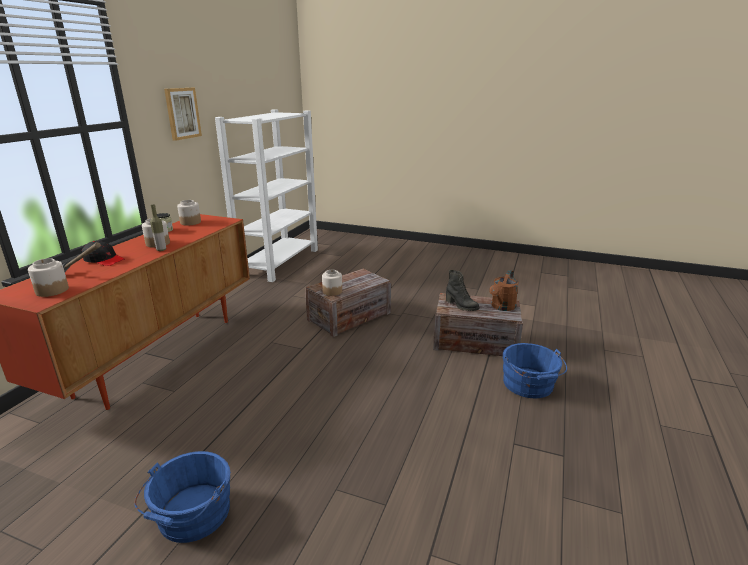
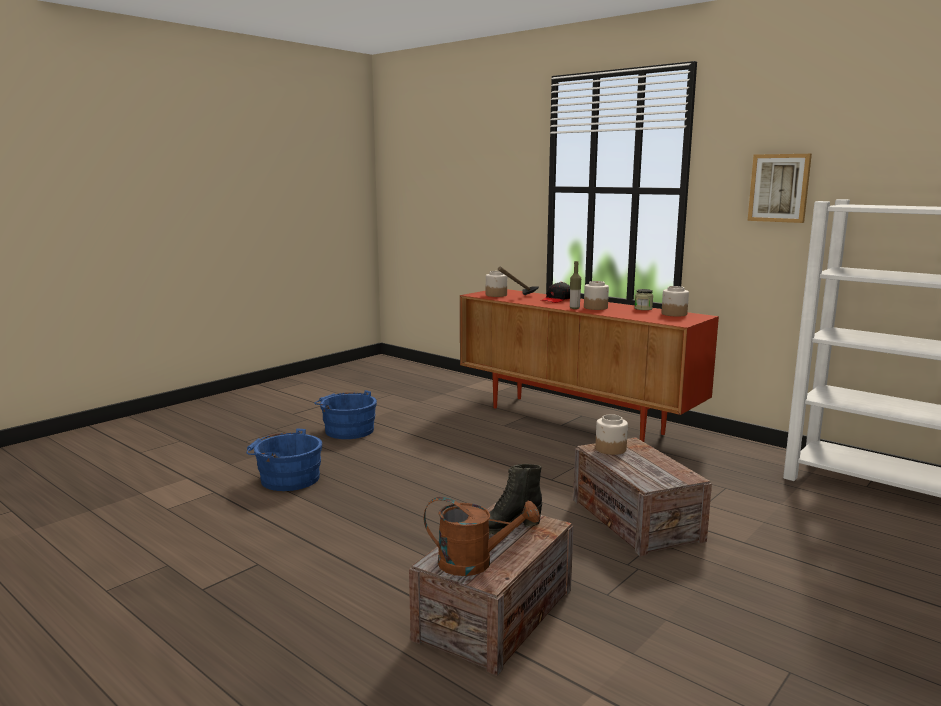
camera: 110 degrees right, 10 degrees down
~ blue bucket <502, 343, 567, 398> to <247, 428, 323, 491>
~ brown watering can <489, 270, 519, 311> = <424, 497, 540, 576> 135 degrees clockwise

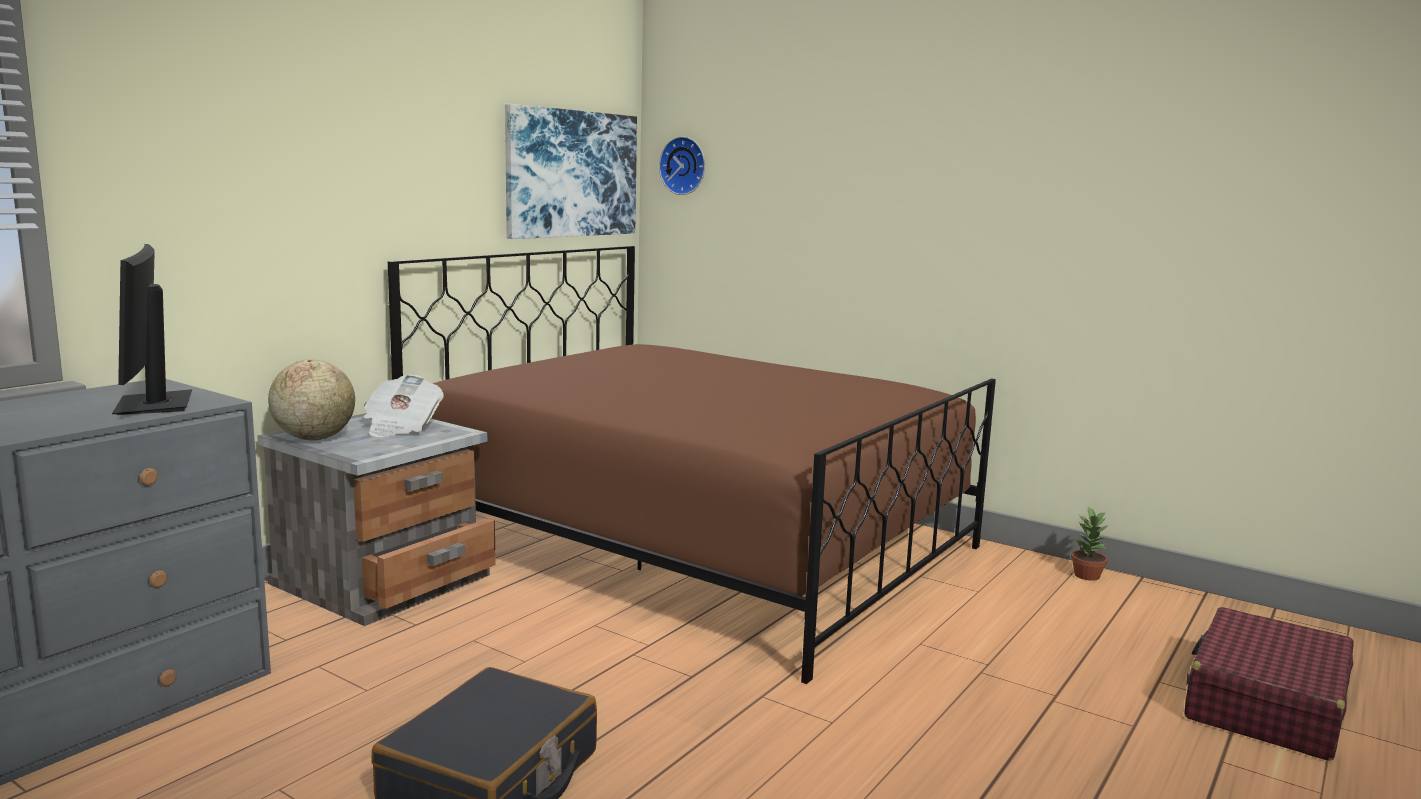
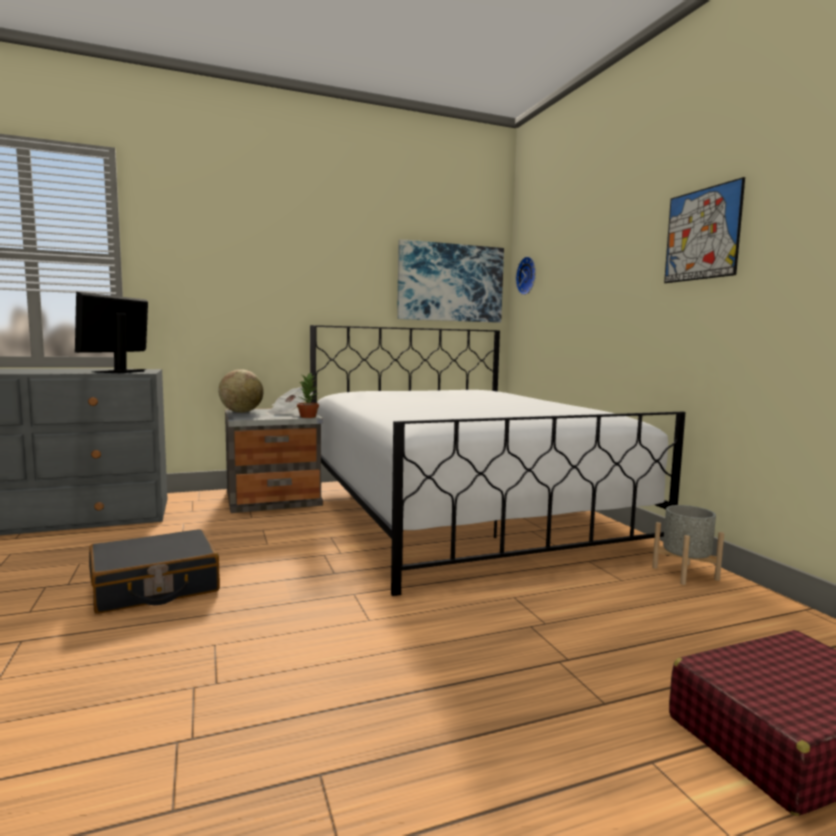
camera: 35 degrees right, 5 degrees down
~ potted plant <1071, 507, 1109, 581> to <297, 372, 319, 418>
~ brown bed <388, 246, 996, 684> to white bed <310, 325, 686, 596>
+ grey planter <652, 505, 724, 585>
+ picture <664, 177, 745, 283>

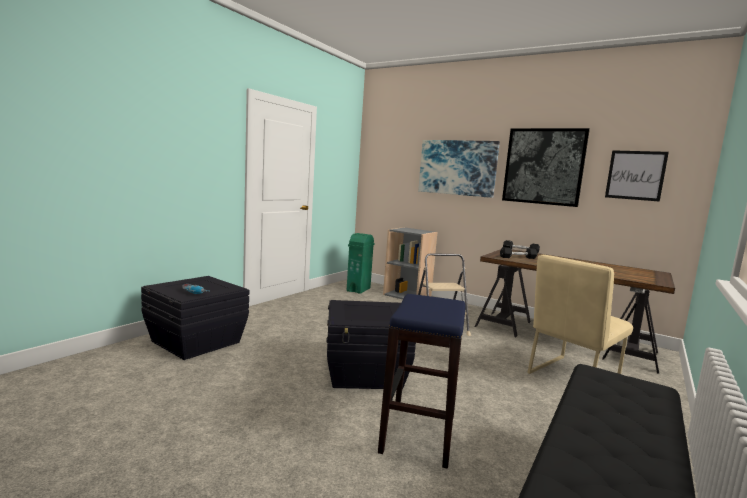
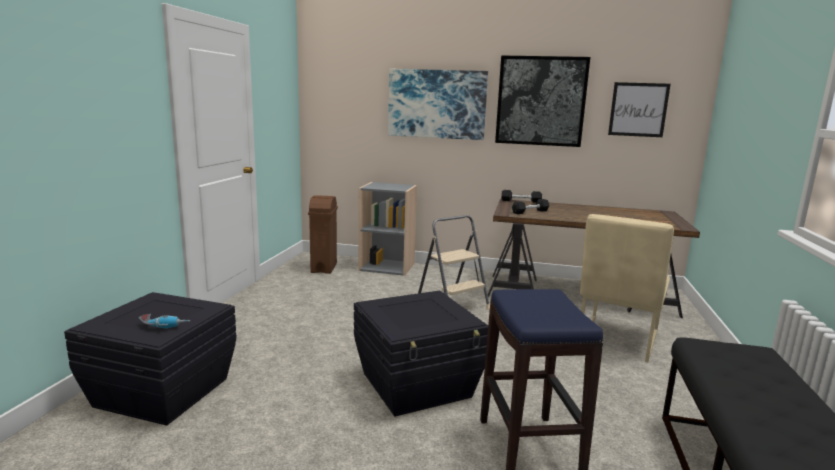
camera: 20 degrees left, 5 degrees up
~ green trash can <347, 233, 375, 294> to brown trash can <308, 195, 338, 274>

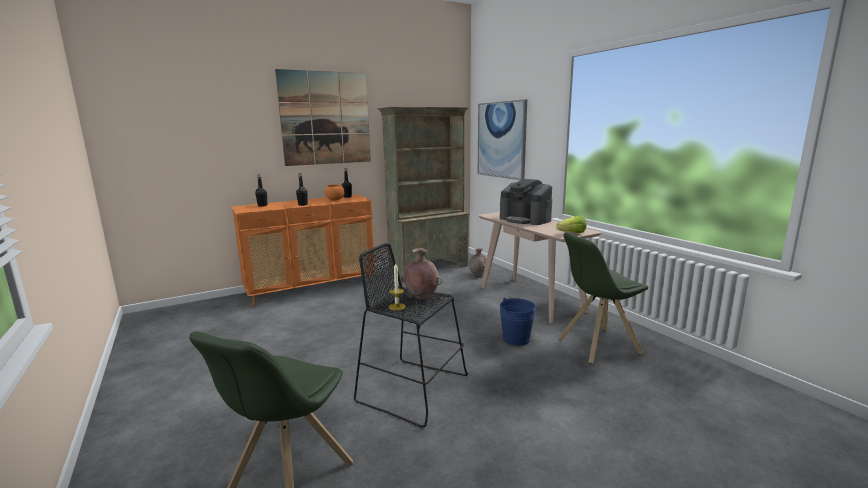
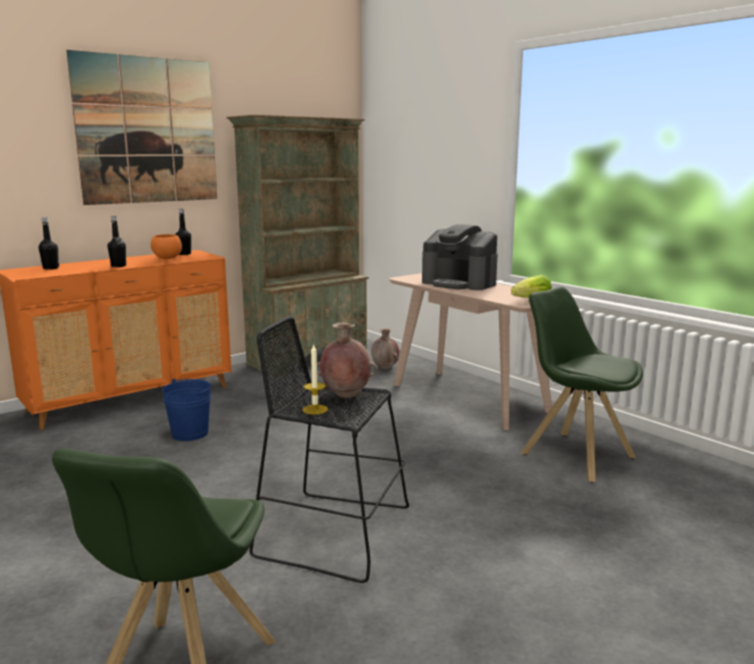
camera: 10 degrees left, 0 degrees up
~ blue bucket <500, 298, 536, 346> to <162, 379, 211, 441>
~ green chair <558, 232, 648, 364> = <521, 287, 643, 483> 75 degrees clockwise
- picture <478, 99, 527, 180>

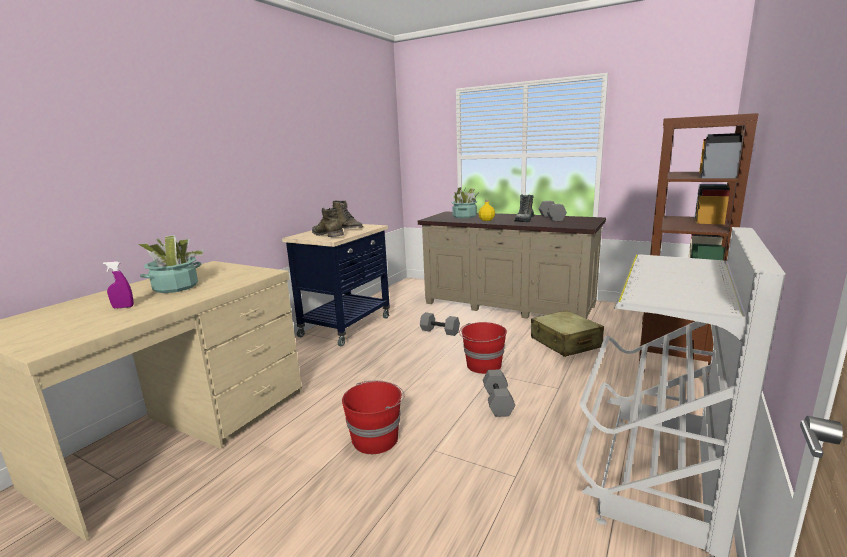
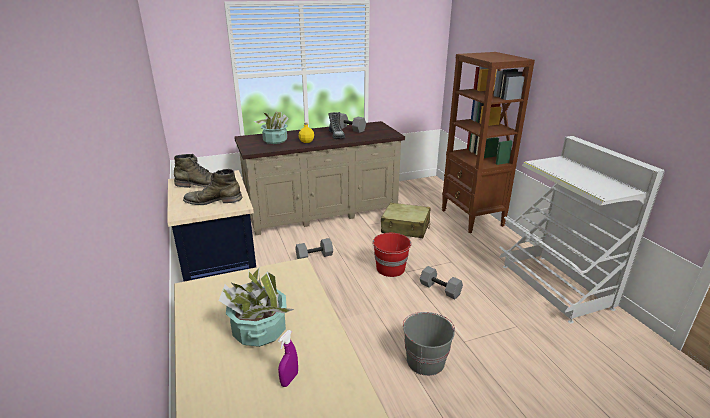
camera: 50 degrees left, 10 degrees up
~ red bucket <342, 380, 405, 454> to grey bucket <403, 312, 455, 376>

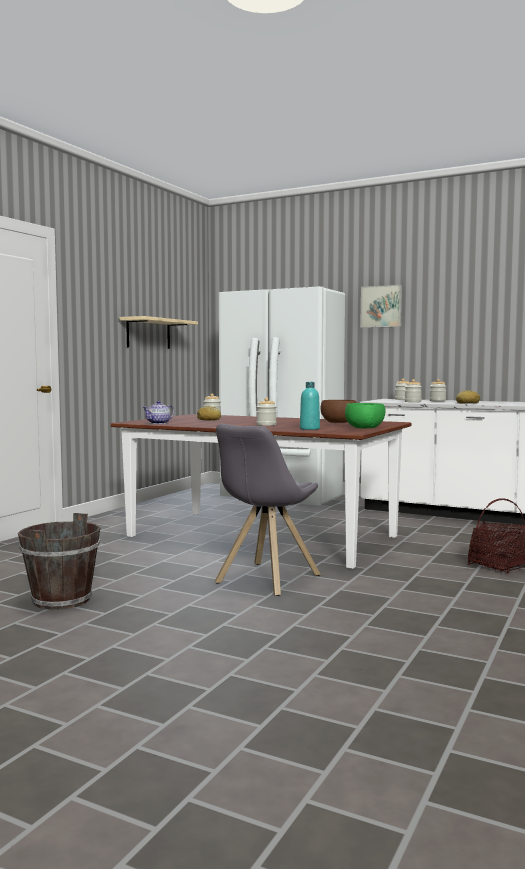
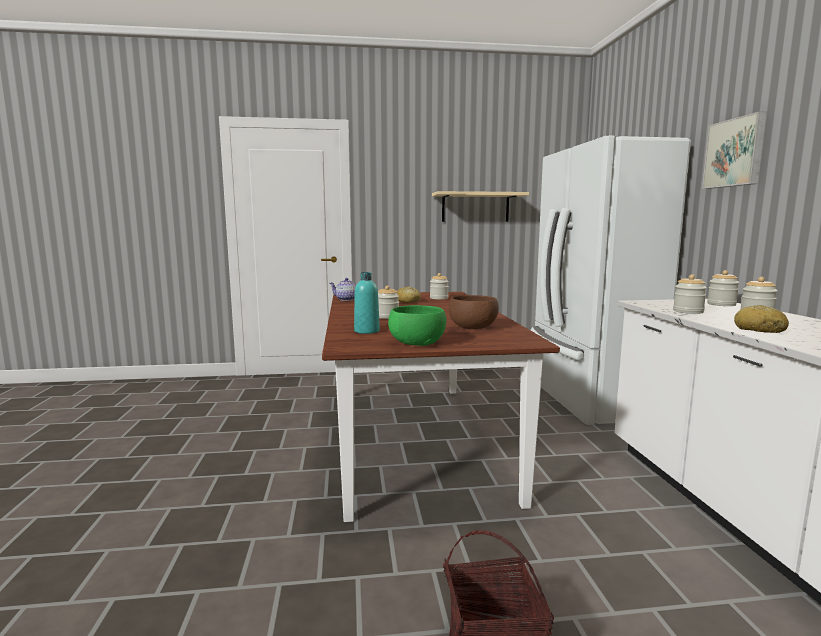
camera: 55 degrees right, 5 degrees up
- brown bucket <18, 513, 101, 610>
- grey chair <215, 424, 321, 596>

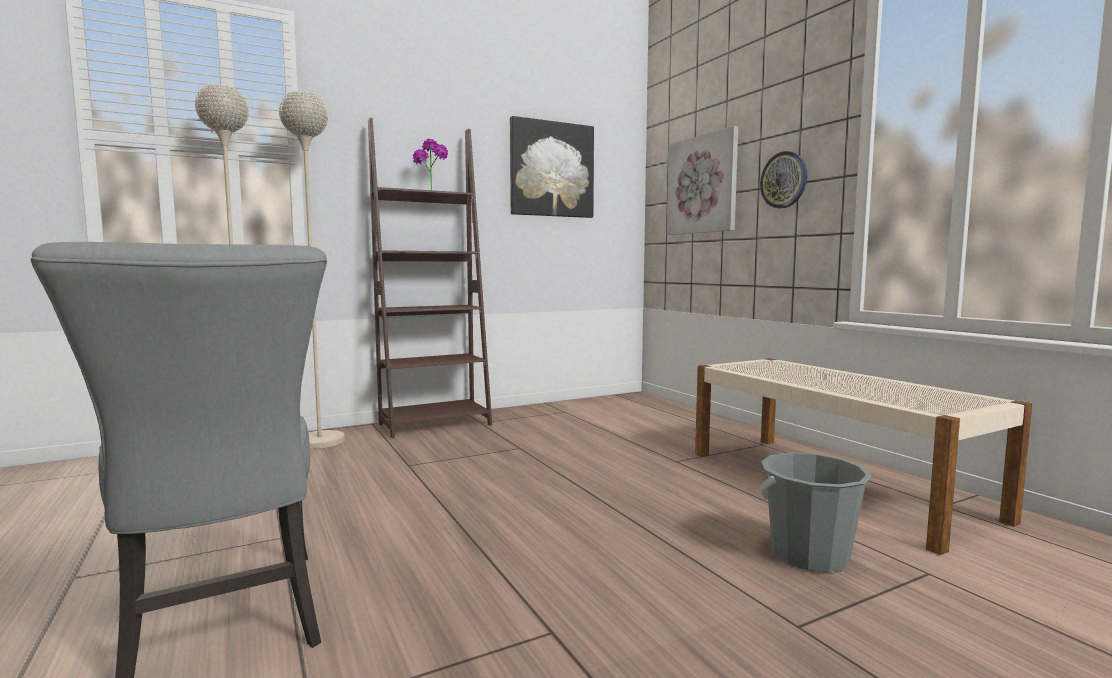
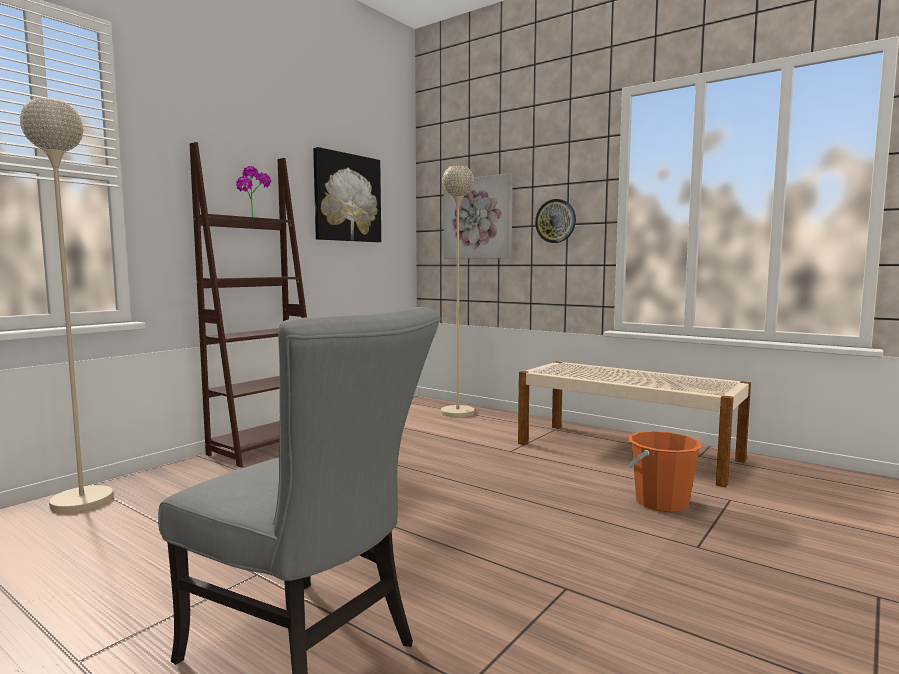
camera: 25 degrees left, 0 degrees up
~ beige floor lamp <279, 91, 345, 449> to <441, 166, 475, 417>
~ grey bucket <759, 453, 872, 572> to orange bucket <627, 431, 703, 512>

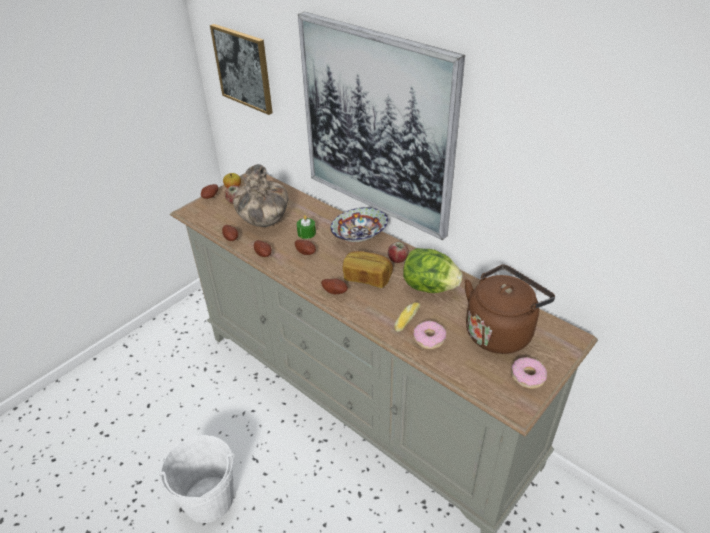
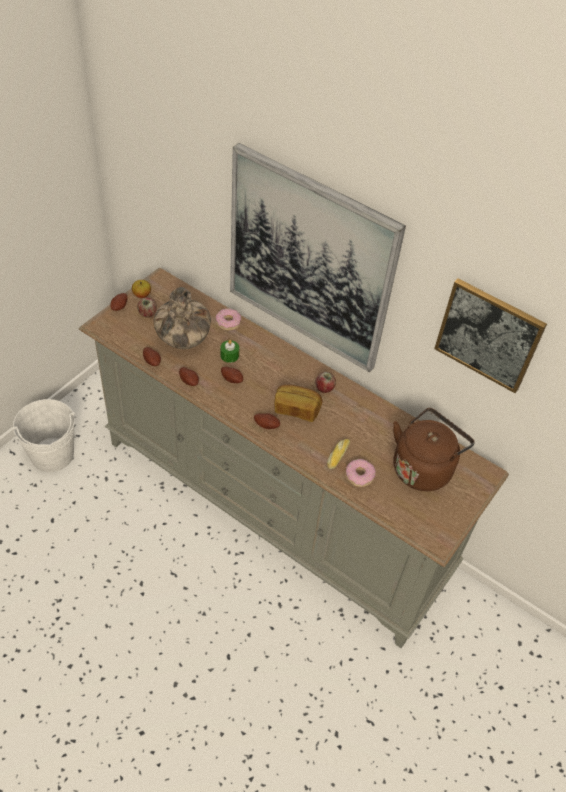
camera: 10 degrees left, 10 degrees up
~ white bucket <159, 435, 234, 523> to <12, 399, 75, 472>
~ donut <511, 357, 547, 389> to <216, 308, 241, 331>
~ picture <210, 24, 273, 115> to <434, 279, 547, 393>
- bowl <330, 207, 388, 242>
- lettuce <403, 248, 463, 293>

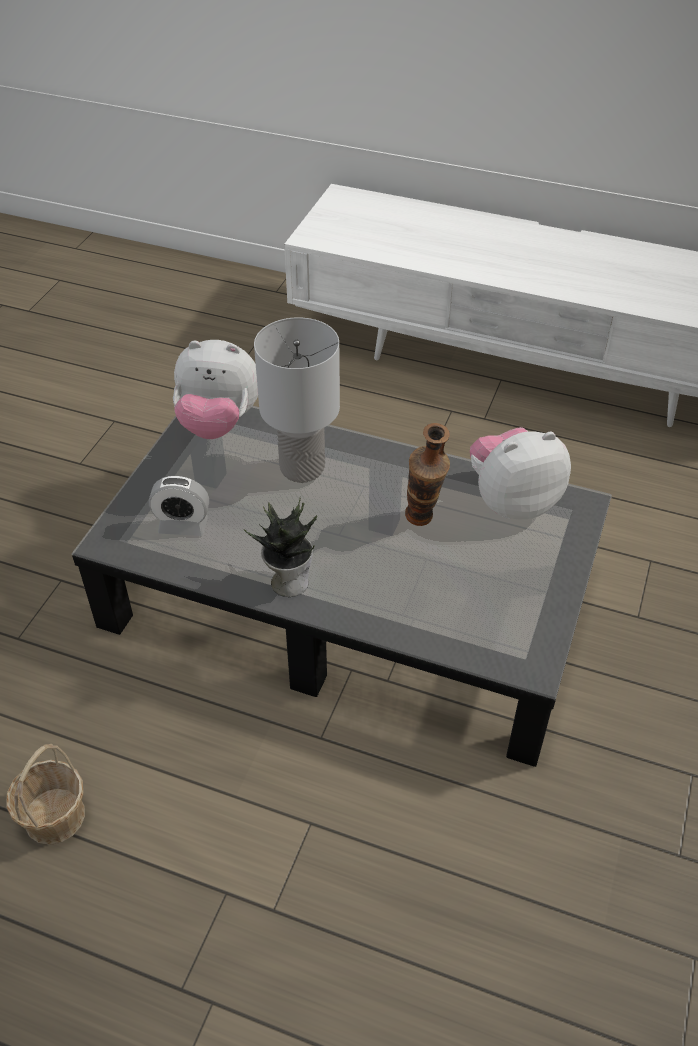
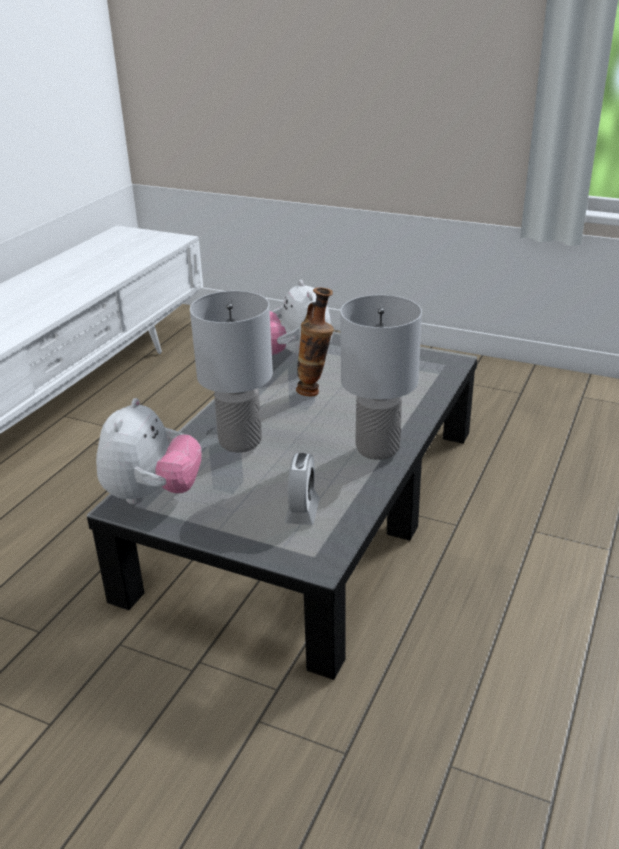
camera: 85 degrees left, 15 degrees down
~ potted plant <244, 498, 317, 597> to grey table lamp <340, 295, 422, 460>
- basket <6, 744, 85, 845>

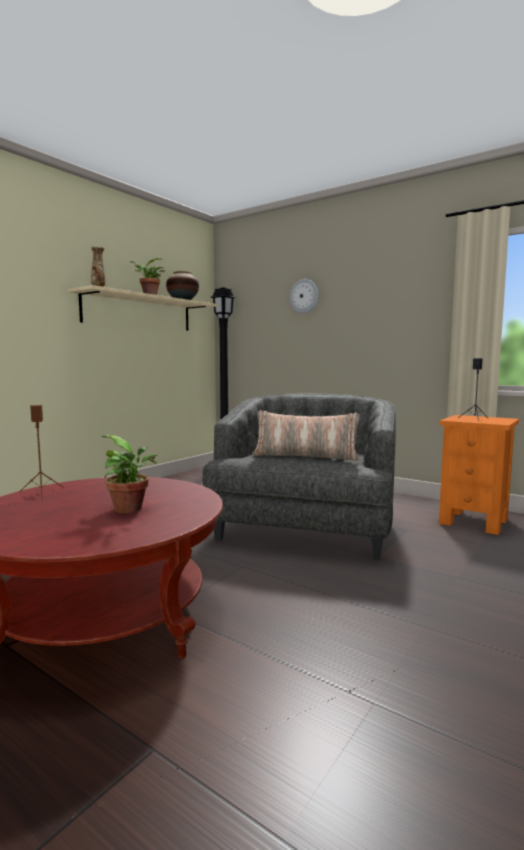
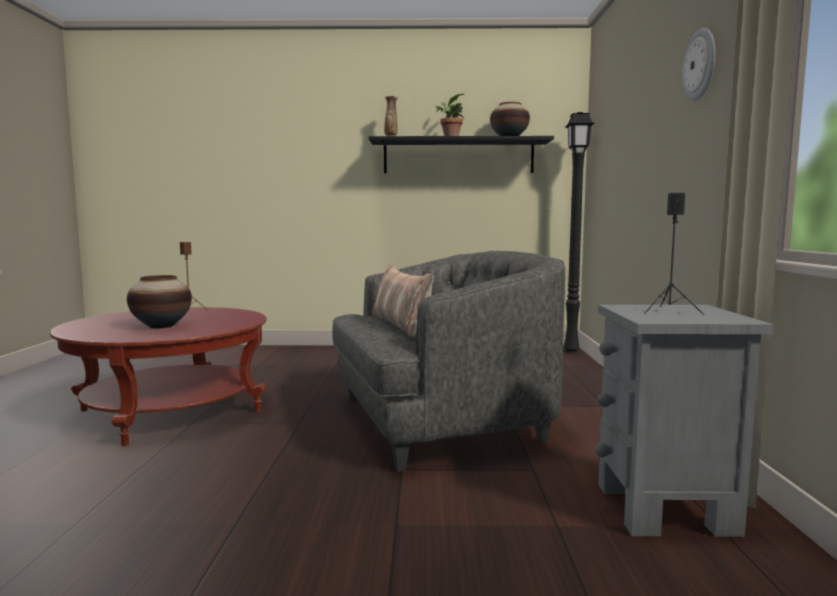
camera: 55 degrees right, 0 degrees up
~ potted plant <102, 435, 157, 513> to vase <127, 275, 192, 329>
~ beige shelf <68, 285, 217, 331> to black shelf <369, 136, 554, 173>
~ orange nightstand <439, 415, 519, 535> to grey nightstand <595, 305, 774, 537>
~ wall clock <290, 279, 319, 313> to <682, 28, 715, 100>

